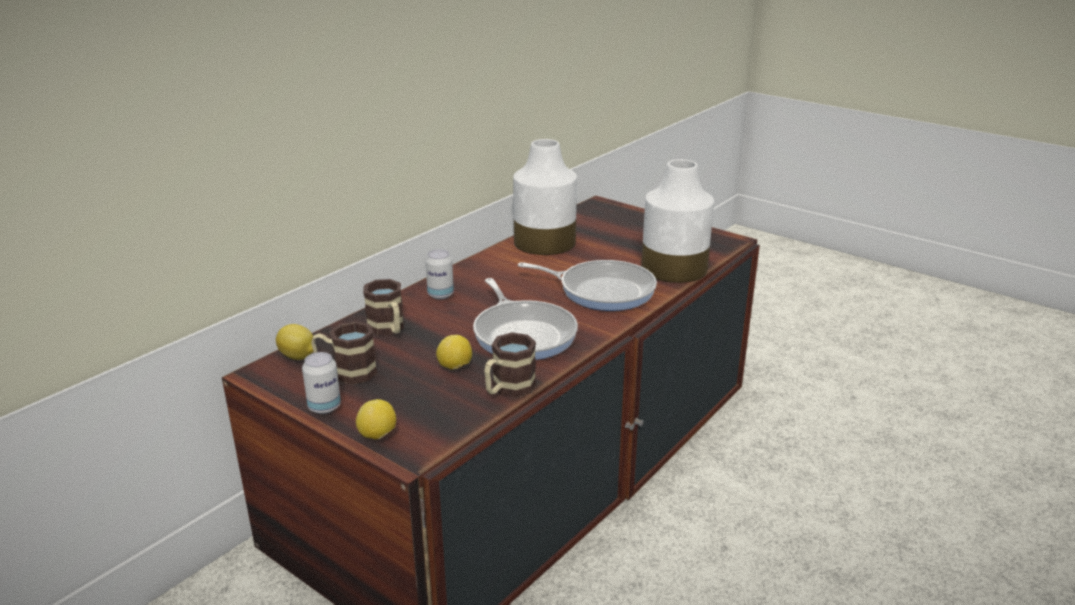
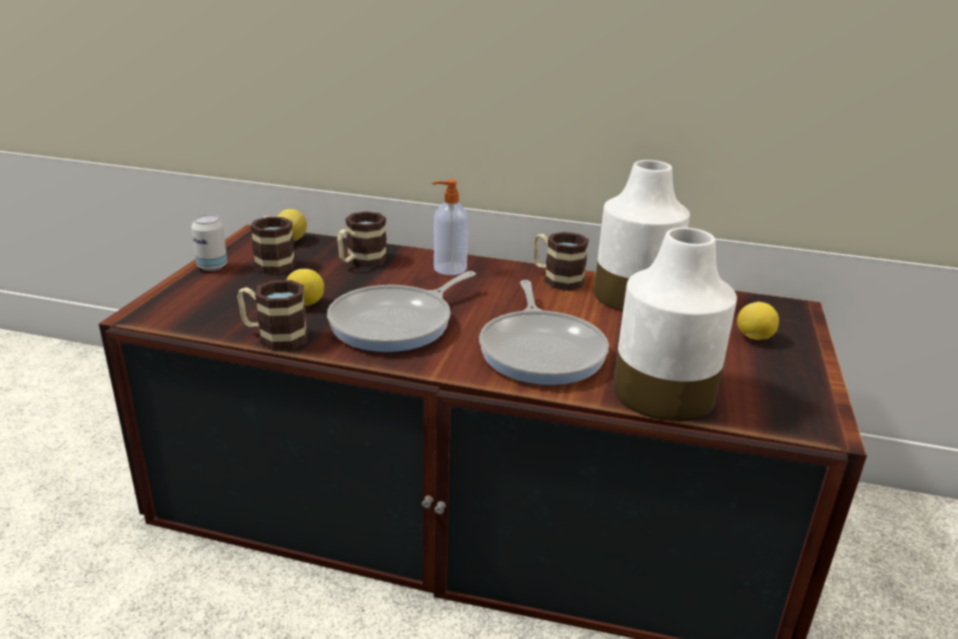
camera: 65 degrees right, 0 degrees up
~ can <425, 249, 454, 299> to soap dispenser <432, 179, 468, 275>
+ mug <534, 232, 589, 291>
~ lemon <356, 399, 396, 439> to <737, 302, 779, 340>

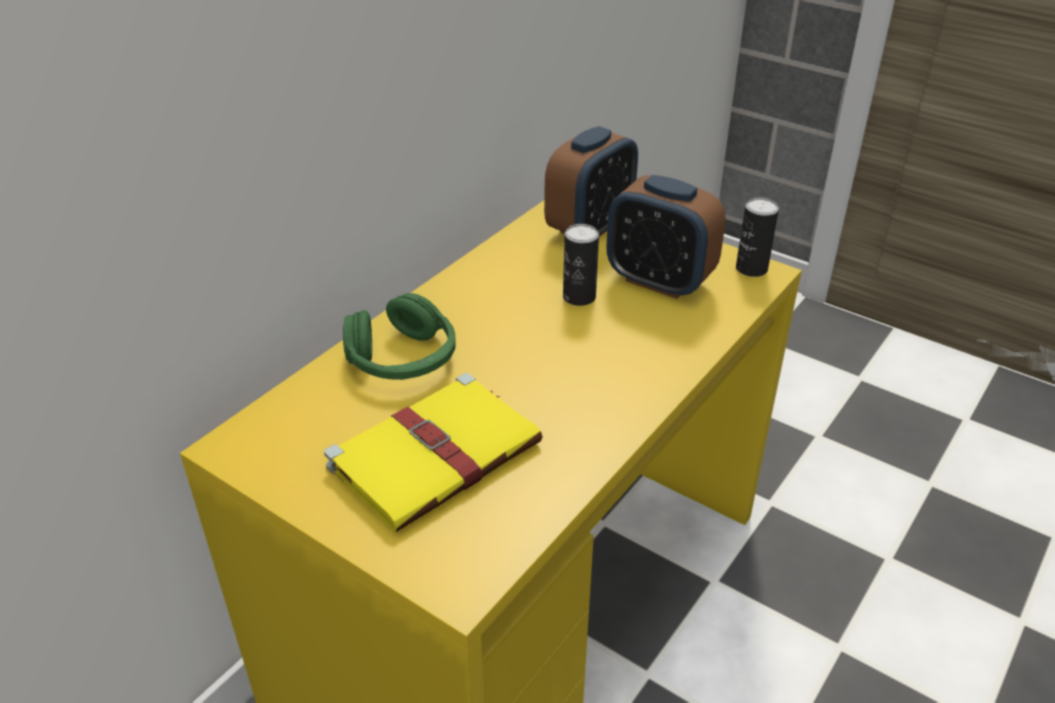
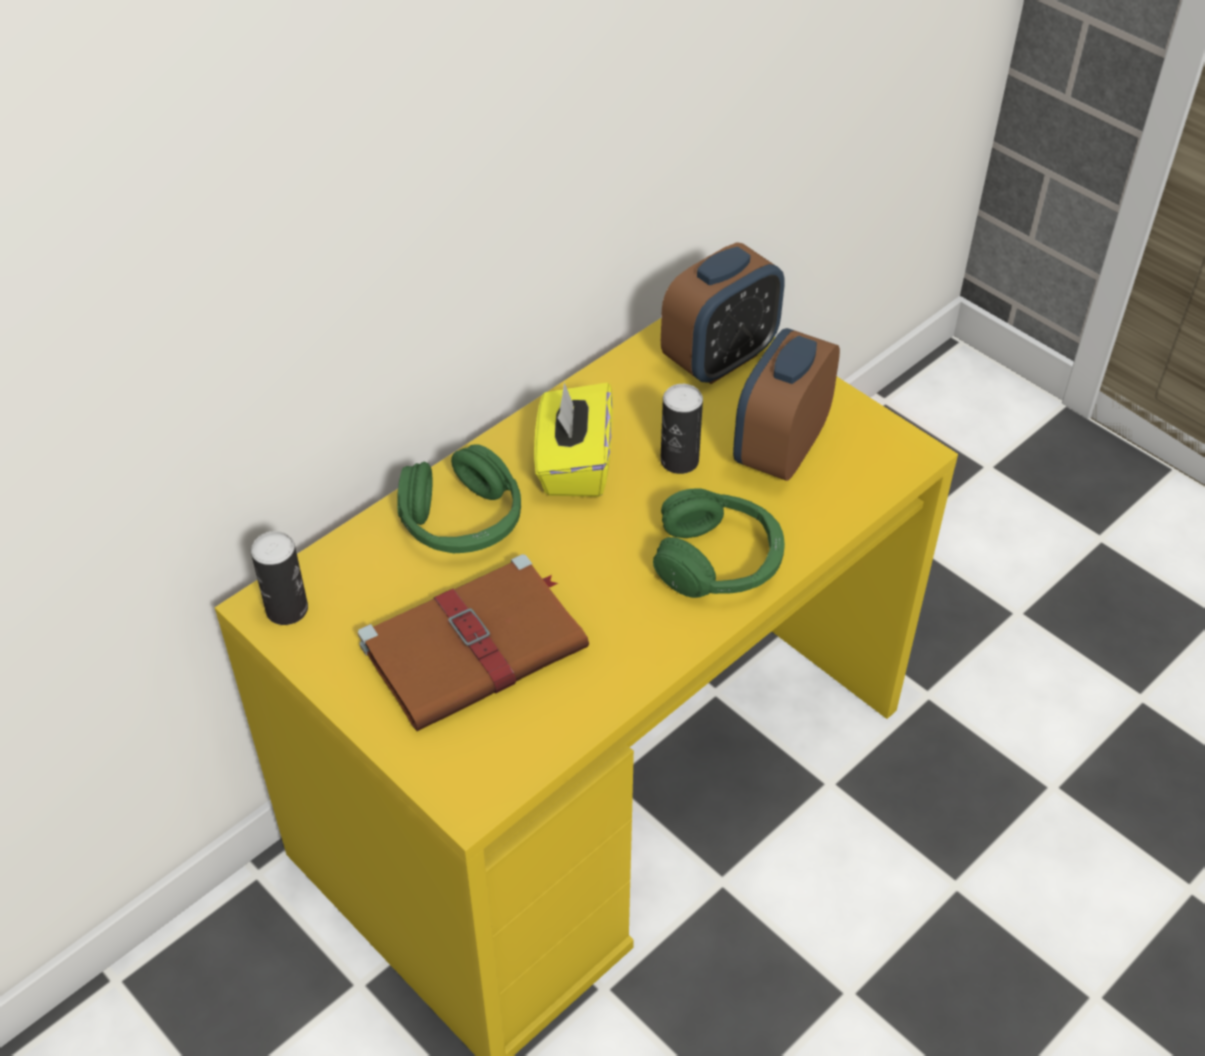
camera: 10 degrees right, 10 degrees up
~ can <736, 198, 779, 277> to <251, 531, 308, 625>
~ yellow book <324, 373, 543, 532> to brown book <358, 554, 589, 731>
+ yellow tissue box <534, 383, 613, 497>
+ green headphones <653, 488, 785, 598>
~ alarm clock <606, 175, 726, 299> = <733, 328, 840, 481> 75 degrees clockwise

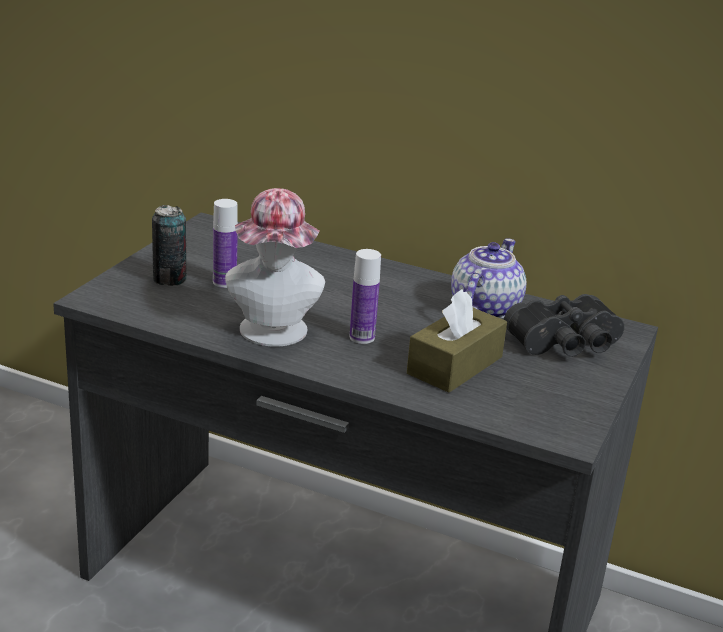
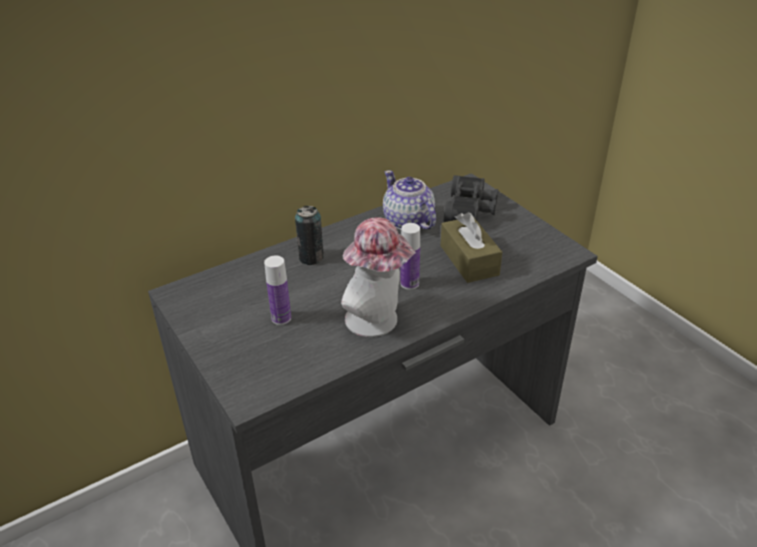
camera: 55 degrees left, 10 degrees up
~ can <152, 205, 187, 286> to <295, 206, 324, 265>

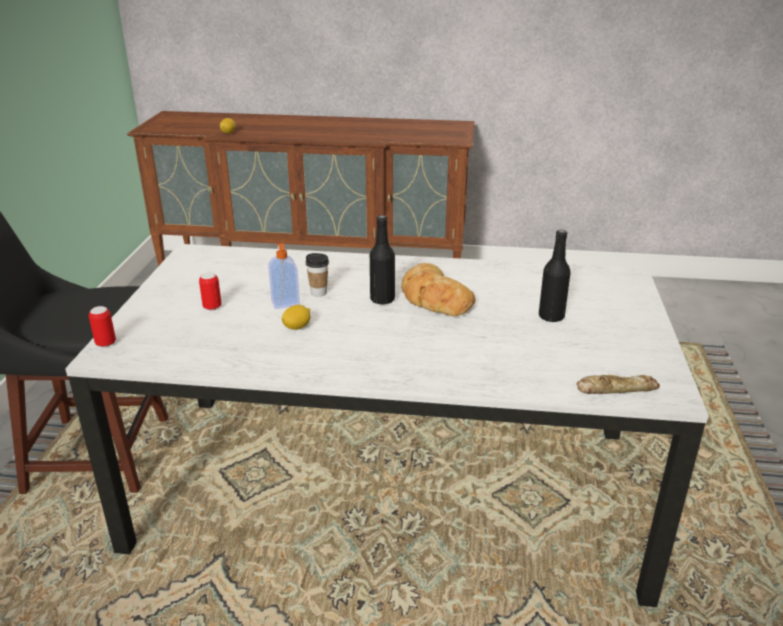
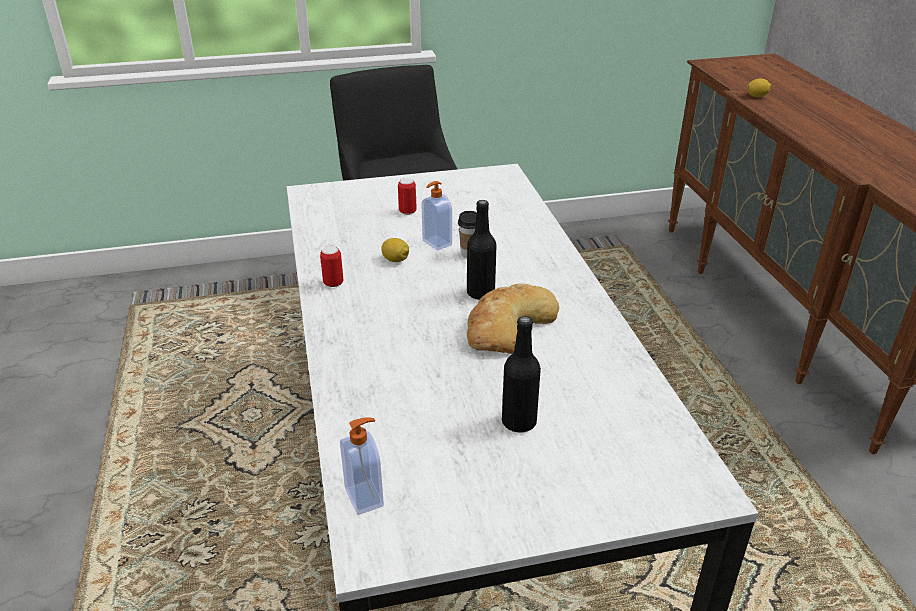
camera: 70 degrees right, 5 degrees up
~ can <89, 306, 116, 347> to <320, 246, 343, 287>
~ bread <576, 375, 660, 394> to soap dispenser <340, 417, 384, 515>

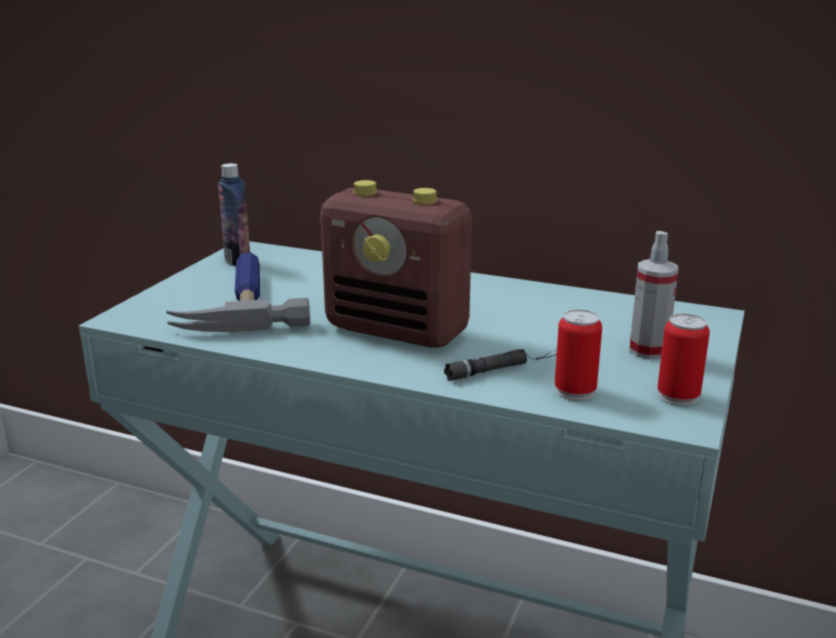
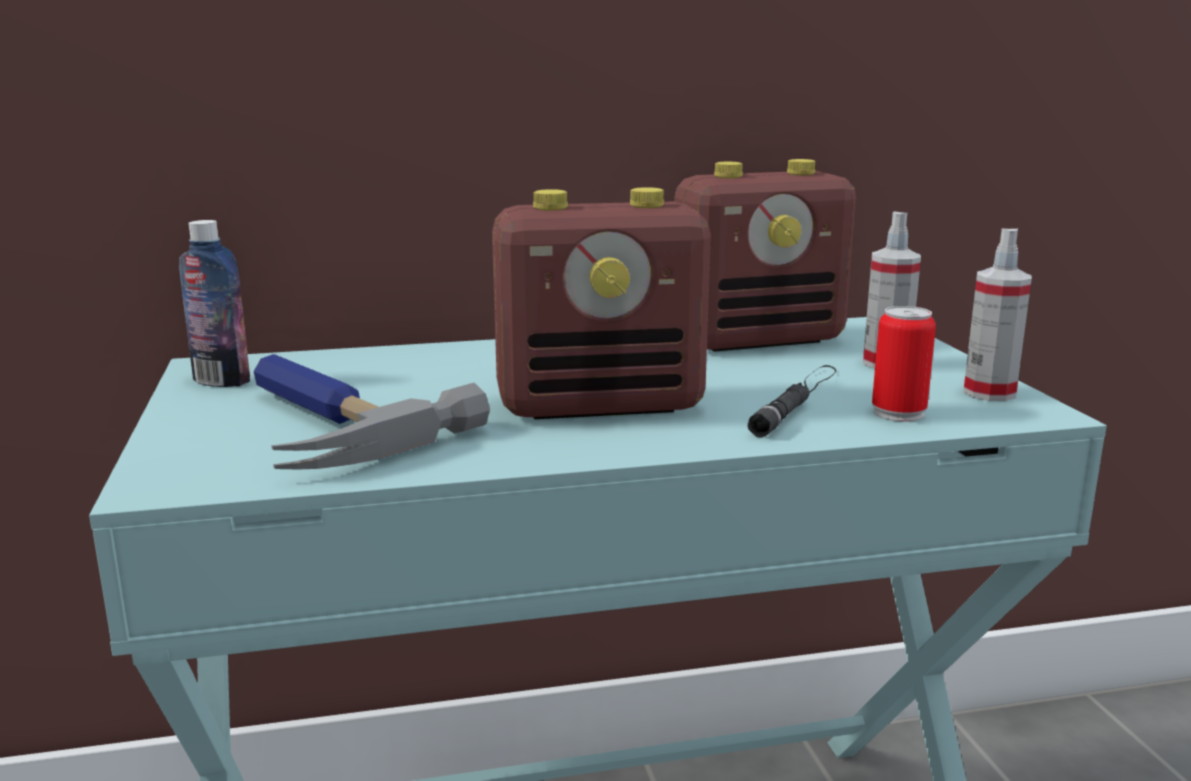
camera: 35 degrees left, 5 degrees down
+ radio <675, 159, 856, 352>
~ can <657, 314, 710, 406> to spray bottle <963, 228, 1032, 401>

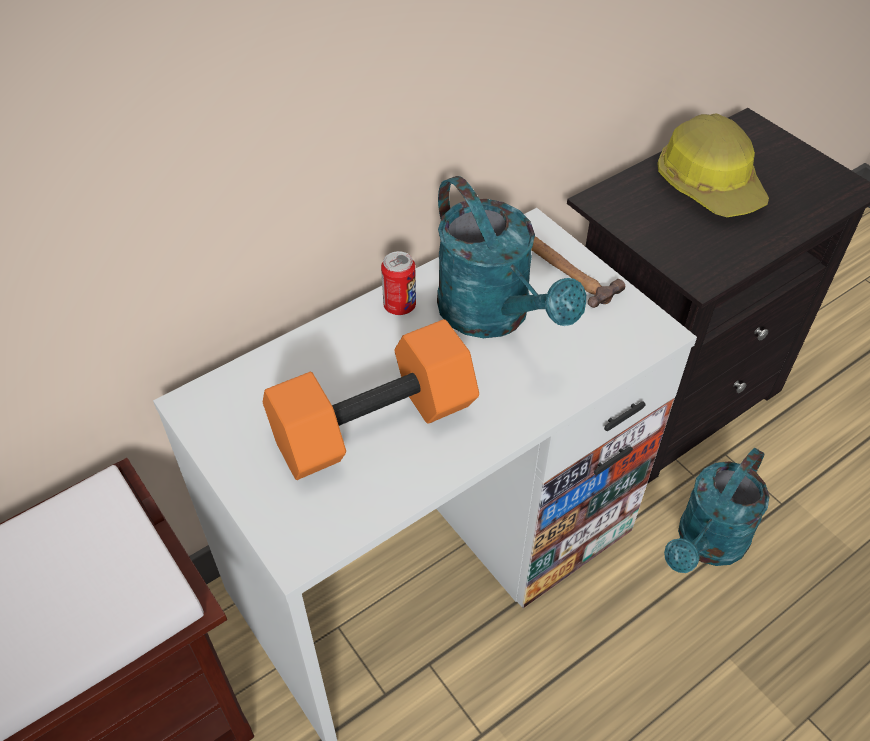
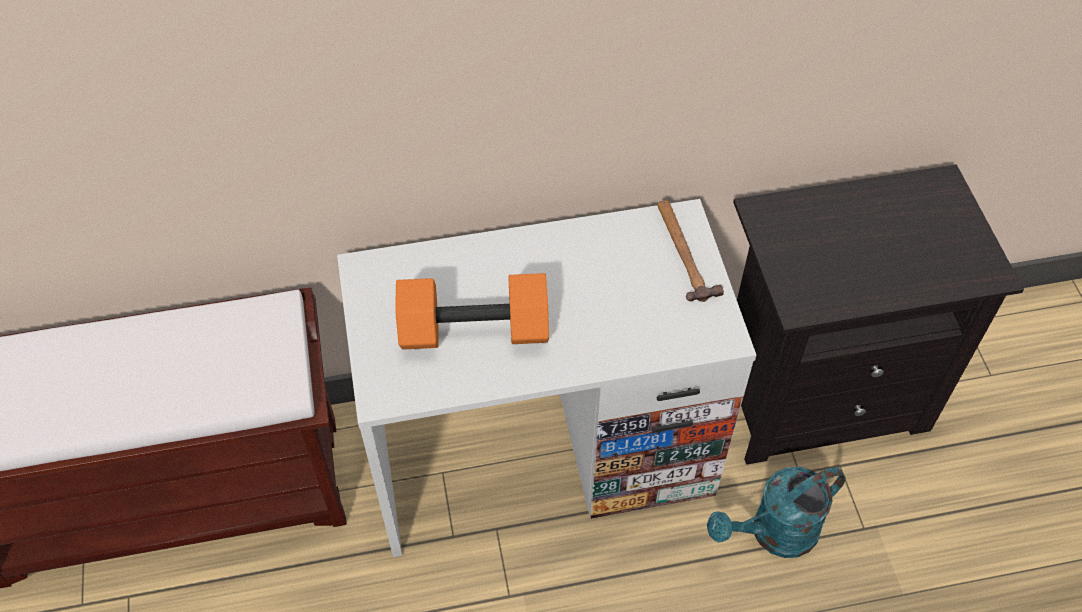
camera: 25 degrees right, 5 degrees up
- can <381, 251, 416, 315>
- turquoise watering can <437, 176, 586, 338>
- hard hat <657, 114, 769, 217>

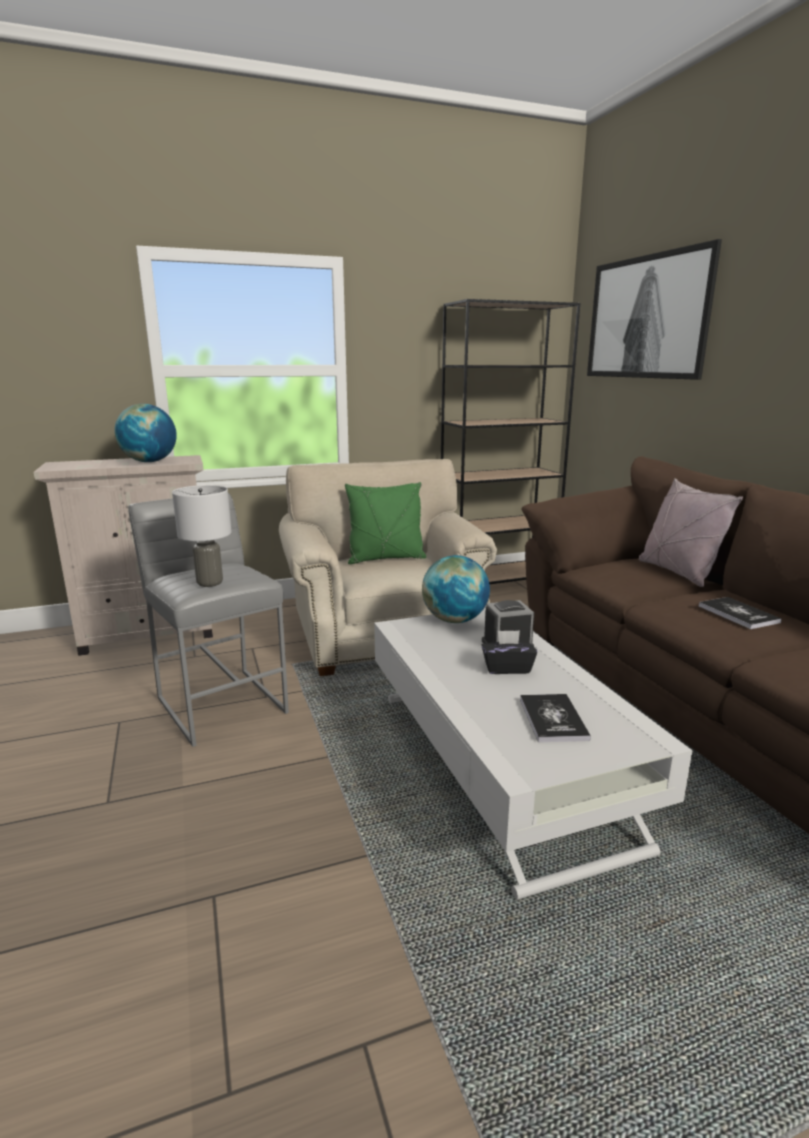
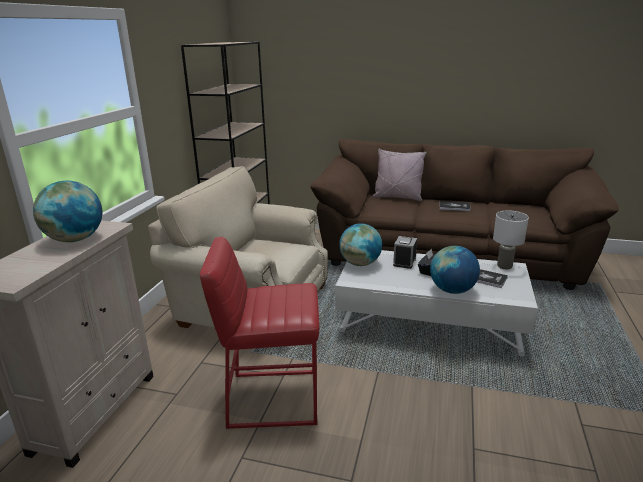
camera: 55 degrees left, 5 degrees up
~ grey stool <128, 493, 289, 747> to red stool <200, 237, 319, 429>
+ globe <430, 246, 480, 294>
~ white table lamp <172, 485, 232, 587> to <493, 210, 529, 270>
- green pillow <345, 482, 426, 564>
- picture <587, 239, 722, 380>

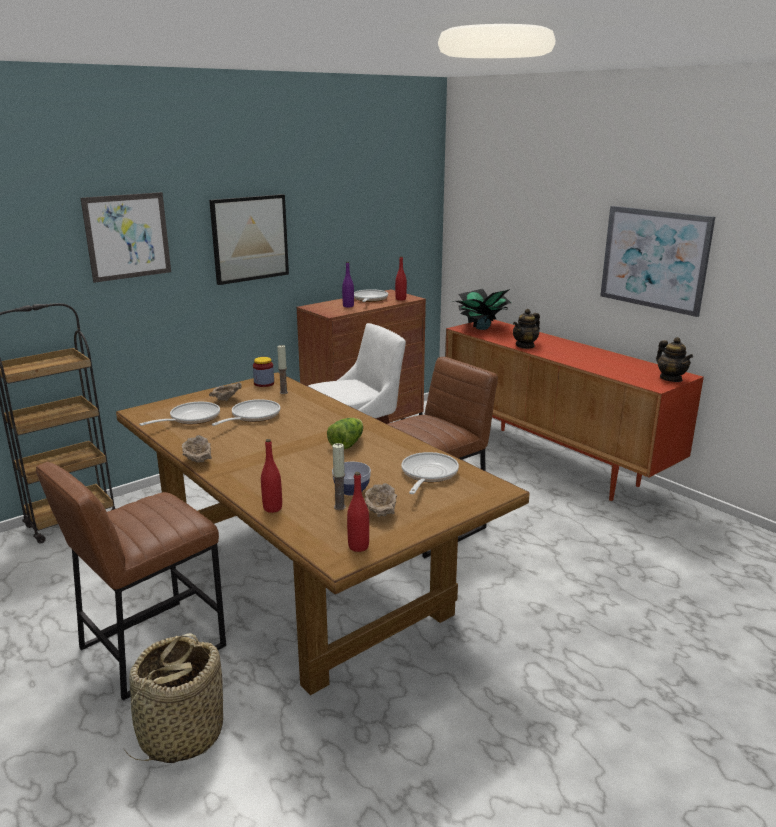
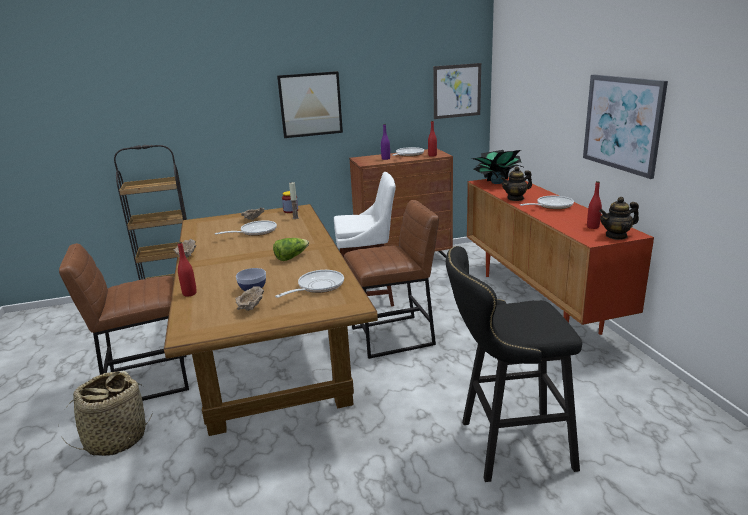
camera: 25 degrees right, 0 degrees up
~ picture <81, 192, 171, 283> to <433, 63, 481, 119>
+ black stool <446, 246, 582, 482>
~ frying pan <139, 402, 220, 426> to <520, 196, 574, 209>
~ red bottle <347, 472, 369, 552> to <587, 181, 602, 229>
~ teapot <656, 337, 693, 382> = <599, 197, 639, 240> 75 degrees clockwise
- candle <333, 443, 346, 510>

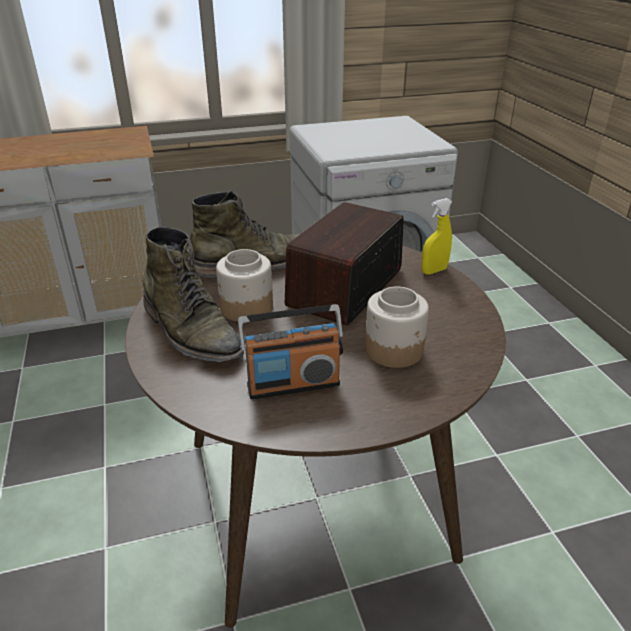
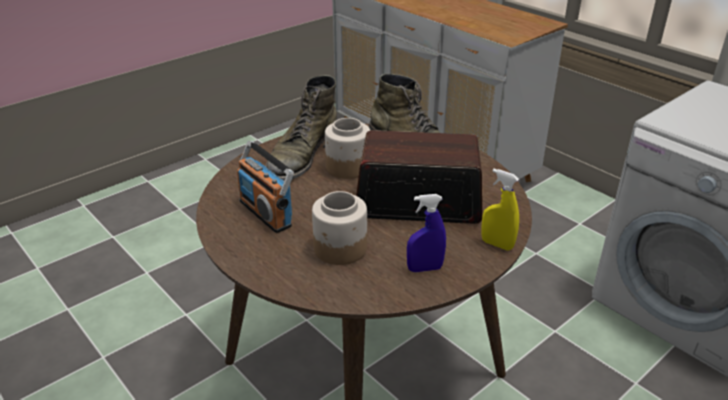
camera: 65 degrees right, 0 degrees up
+ blue spray bottle <407, 194, 446, 272>

